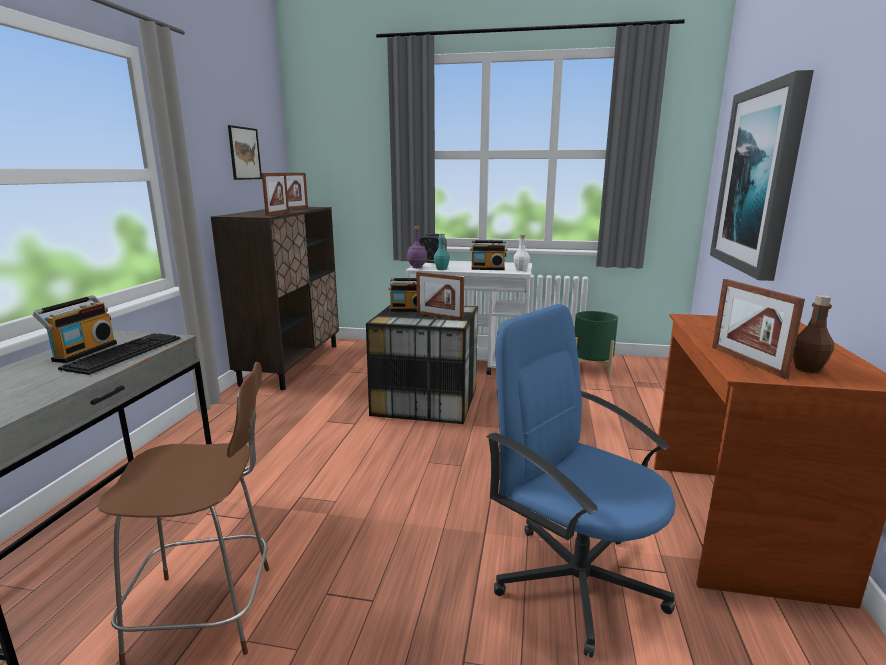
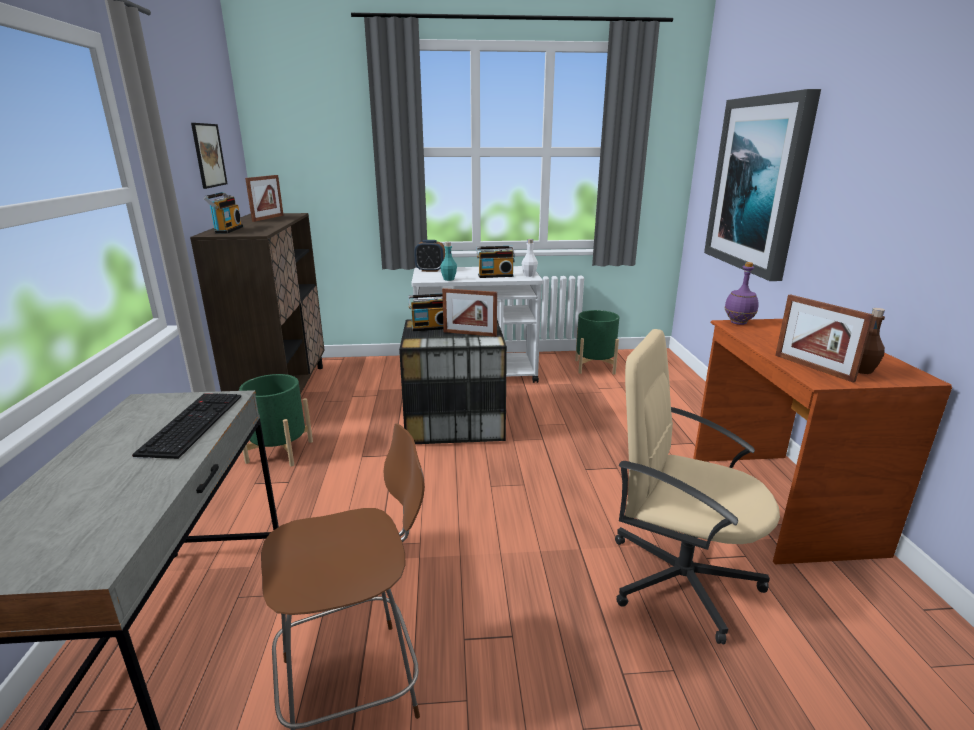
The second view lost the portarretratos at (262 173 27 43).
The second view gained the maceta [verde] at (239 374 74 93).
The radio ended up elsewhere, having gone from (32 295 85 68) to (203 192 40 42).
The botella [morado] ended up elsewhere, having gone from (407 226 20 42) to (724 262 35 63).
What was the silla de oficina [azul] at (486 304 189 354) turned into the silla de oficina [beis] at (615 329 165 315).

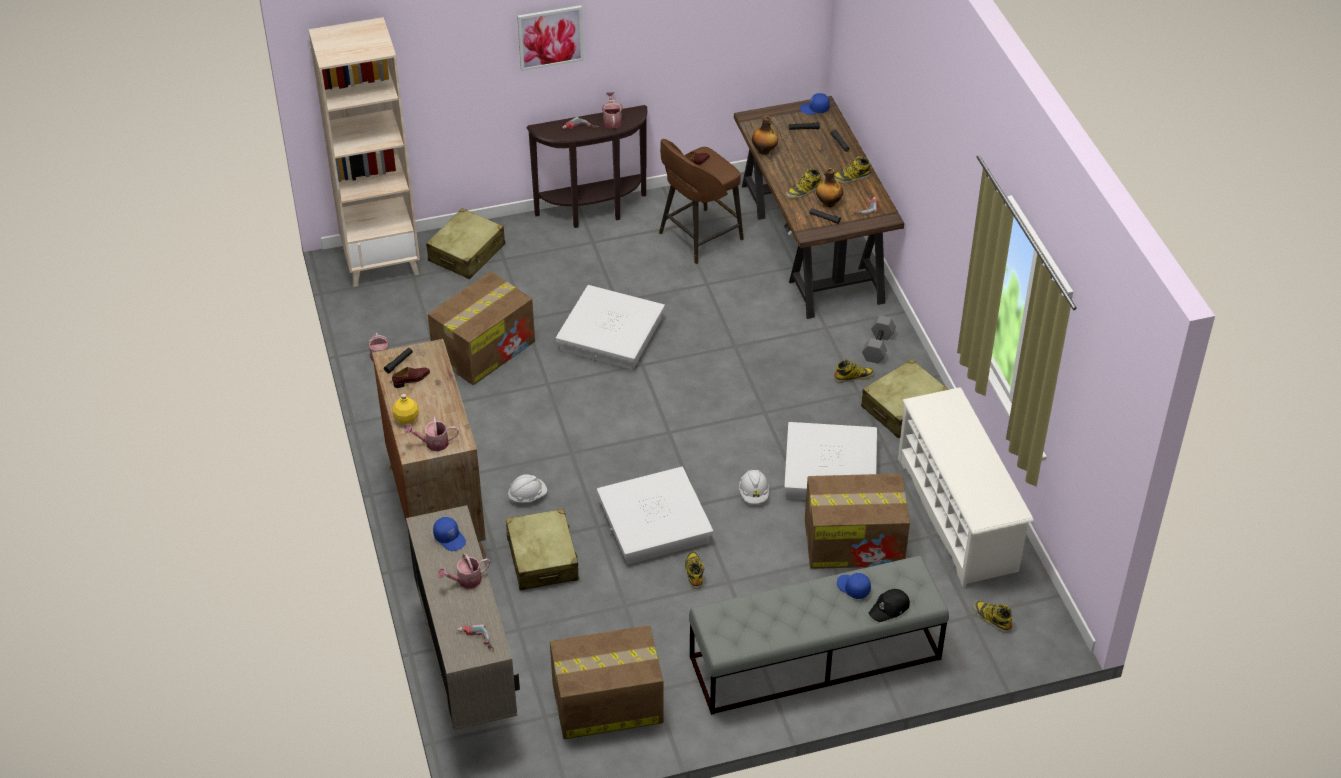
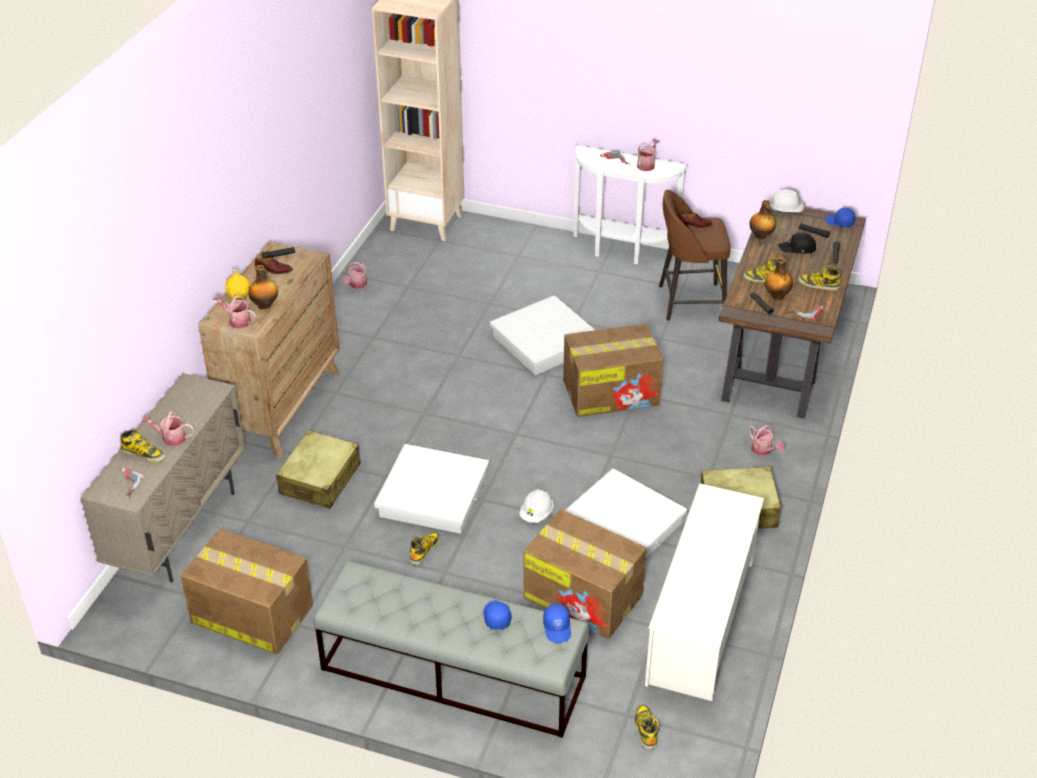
The second view lost the maleta [beis] at (426 208 79 71).
The second view lost the cuadro at (517 5 67 66).
The second view gained the botella at (248 265 30 45).
The caja de cartón ended up elsewhere, having gone from (428 271 107 114) to (563 324 101 93).
The gorra [azul] ended up elsewhere, having gone from (433 517 33 34) to (543 604 28 39).
The casco [blanco] ended up elsewhere, having gone from (508 474 39 29) to (769 189 35 23).
The bota ended up elsewhere, having gone from (834 359 41 24) to (120 429 45 33).
The gorra [negro] ended up elsewhere, having gone from (869 589 41 33) to (778 233 38 20).
Where the mancuerna [gris] stood at (862 315 34 49), the regadera came to stand at (749 425 35 30).
What was the mesa consola [marrón] at (526 105 121 123) turned into the mesa consola [blanco] at (573 145 115 119).

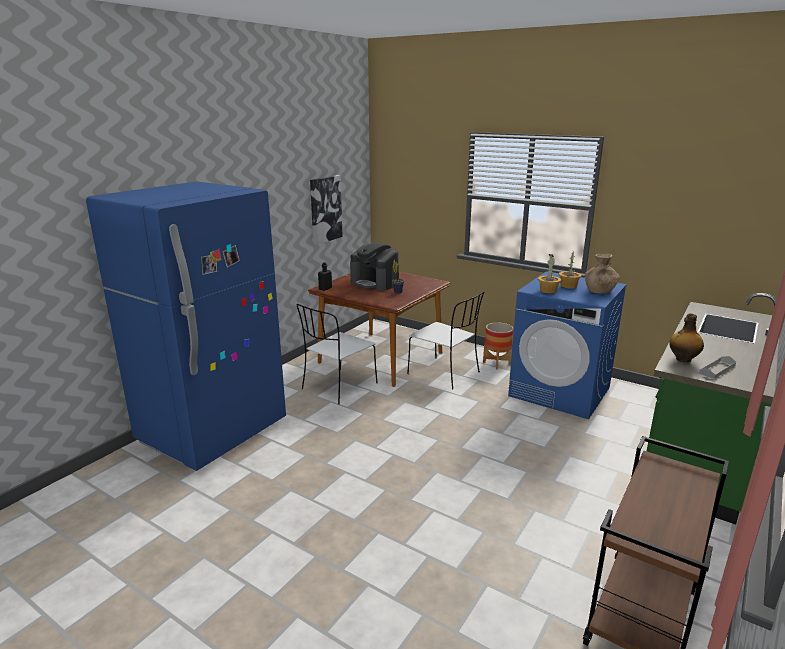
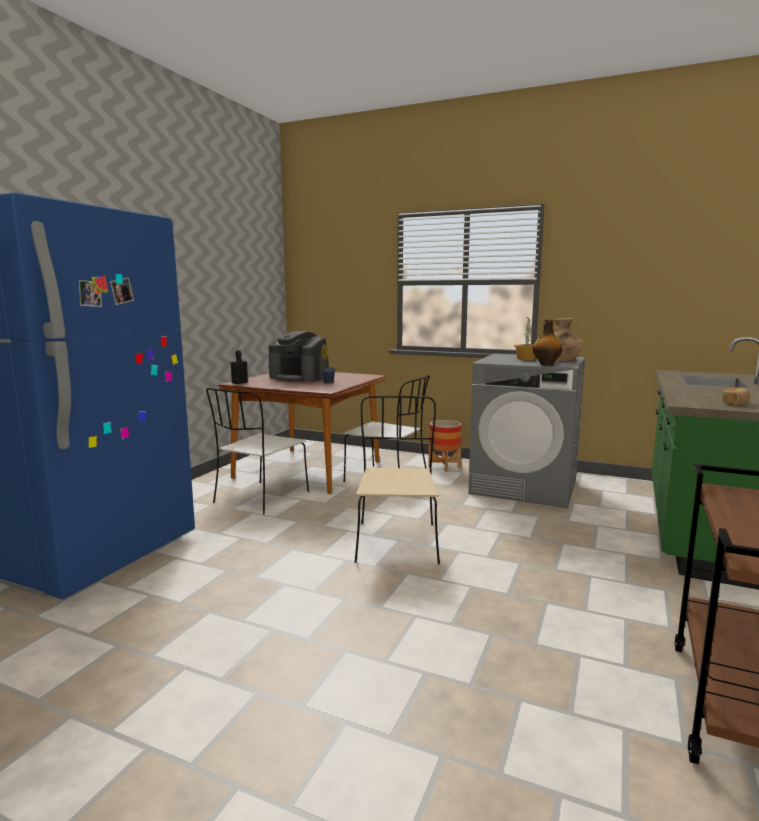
The second view lost the cuadro at (310 175 33 70).
The second view lost the planta en maceta at (538 254 23 39).
The second view gained the silla [beis] at (355 396 85 168).
The botella ended up elsewhere, having gone from (669 313 35 49) to (533 319 30 47).
Where the bandeja [gris] stood at (699 356 37 23), the pan came to stand at (722 388 27 18).
What was the lavadora [azul] at (508 271 119 148) turned into the lavadora [gris] at (468 354 117 154).

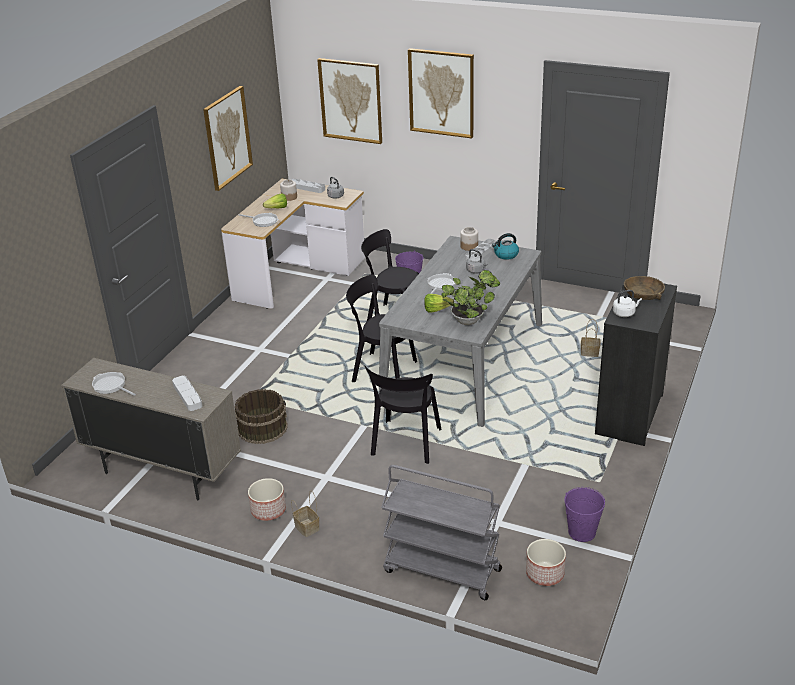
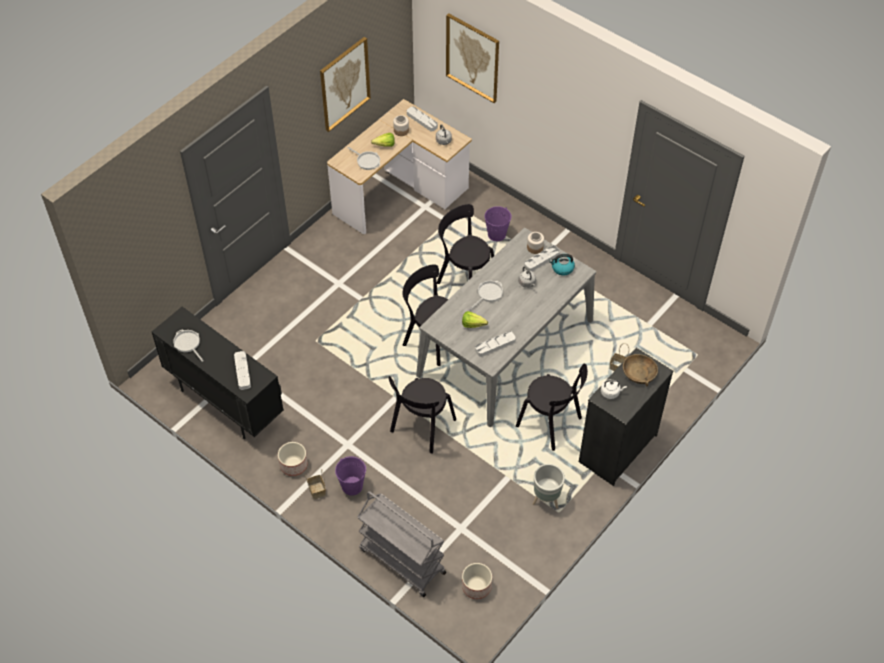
The second view lost the cubo [marrón] at (235 389 53 55).
The second view lost the cuadro at (408 48 66 90).
The second view gained the silla [negro] at (516 364 72 87).
The second view gained the maceta [gris] at (533 464 32 45).
The cubo [morado] ended up elsewhere, having gone from (564 487 41 55) to (335 456 31 40).
Where the planta en maceta stood at (441 270 60 55), the bandeja [gris] came to stand at (475 331 41 26).
What was the armario [beis] at (61 358 180 142) turned into the armario [negro] at (152 307 132 132).

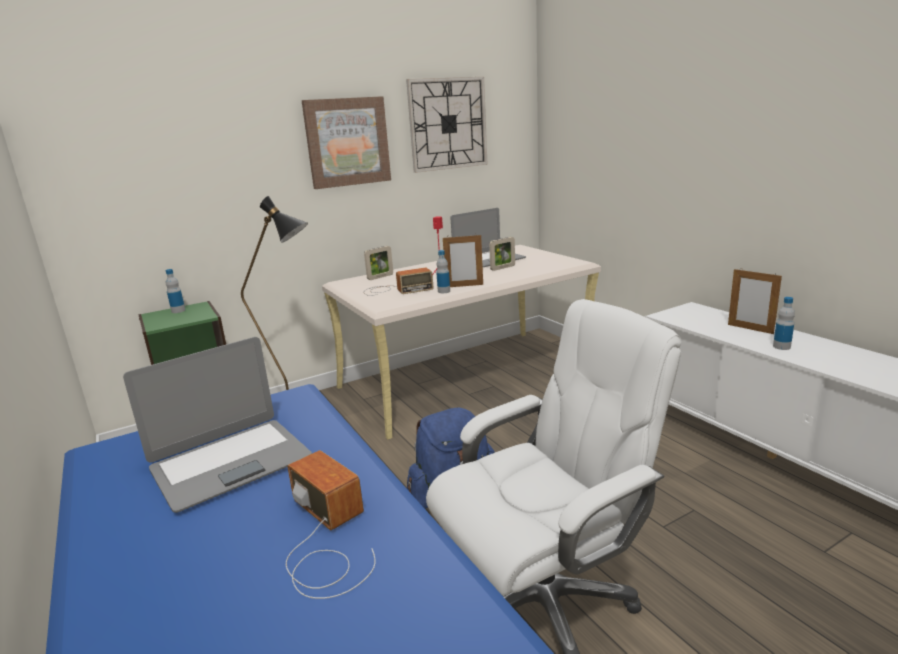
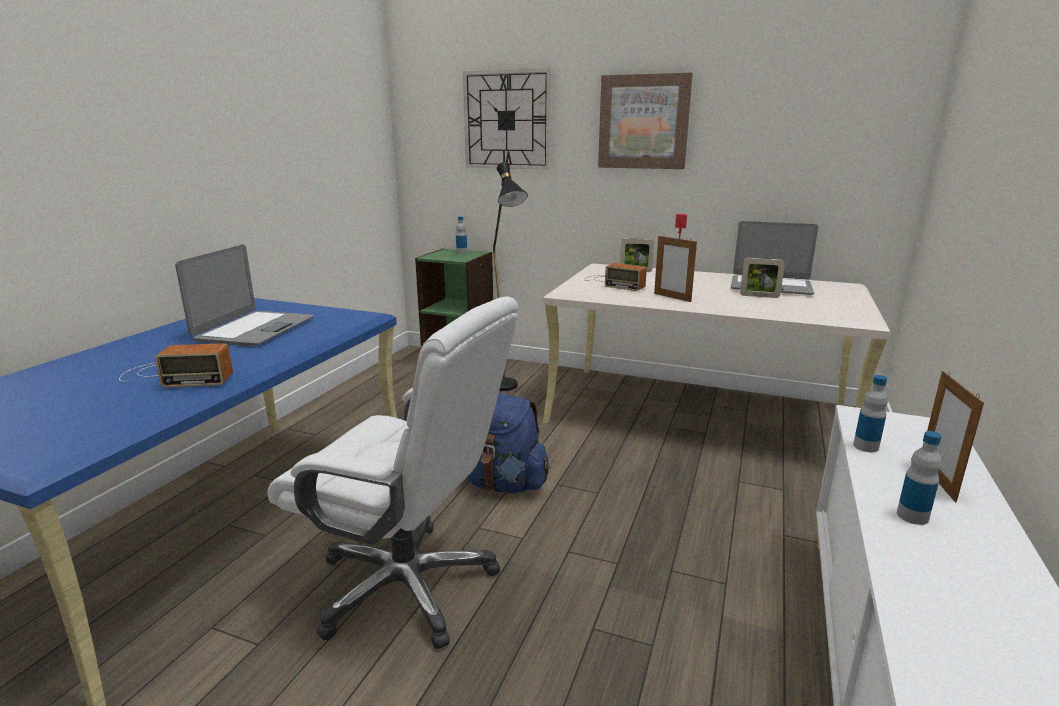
The reloj de pared ended up elsewhere, having gone from (406 77 82 96) to (463 69 88 101).
The botella ended up elsewhere, having gone from (436 250 14 43) to (853 375 35 77).
The portátil at (123 337 189 176) ended up facing another way, 90 degrees counterclockwise from before.
The radio at (286 450 90 149) ended up facing another way, 75 degrees clockwise from before.

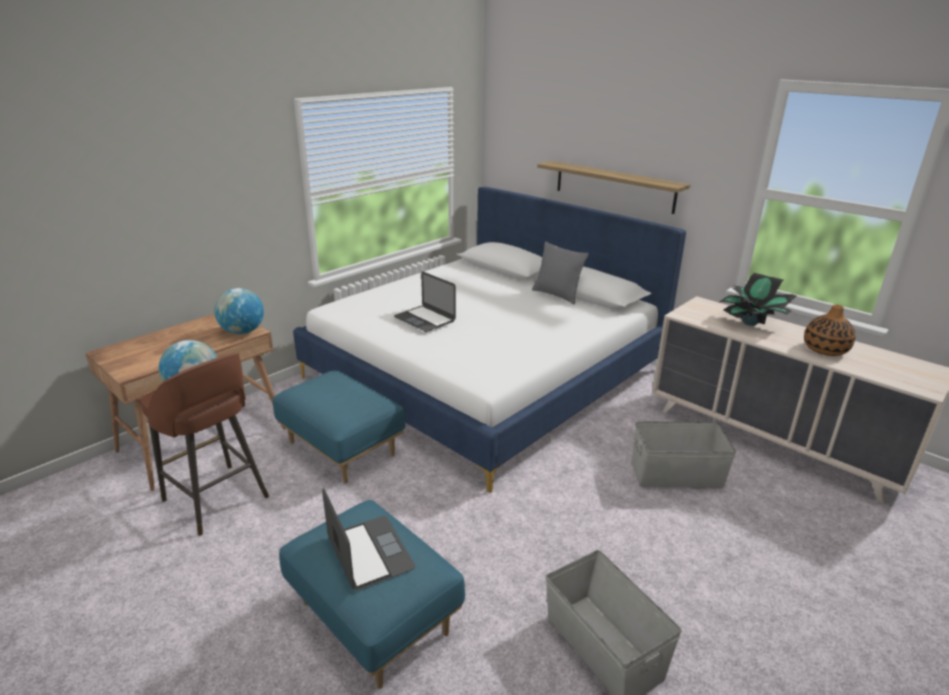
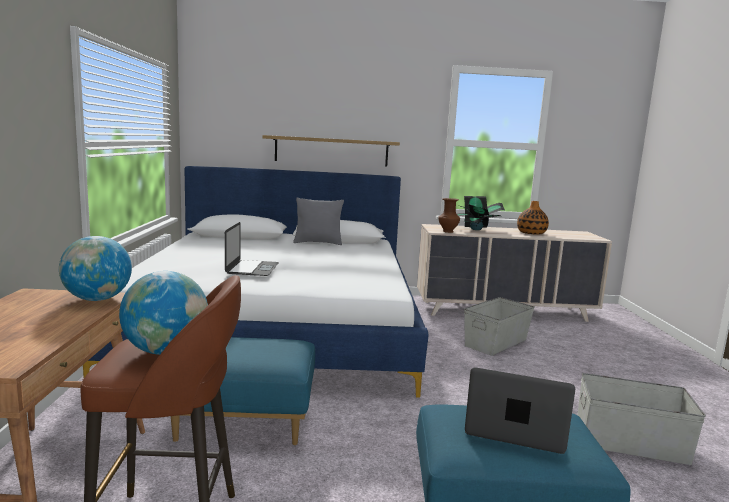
The second view gained the florero [marrón] at (438 198 22 35).
The portátil at (394 271 62 61) ended up facing another way, 90 degrees counterclockwise from before.

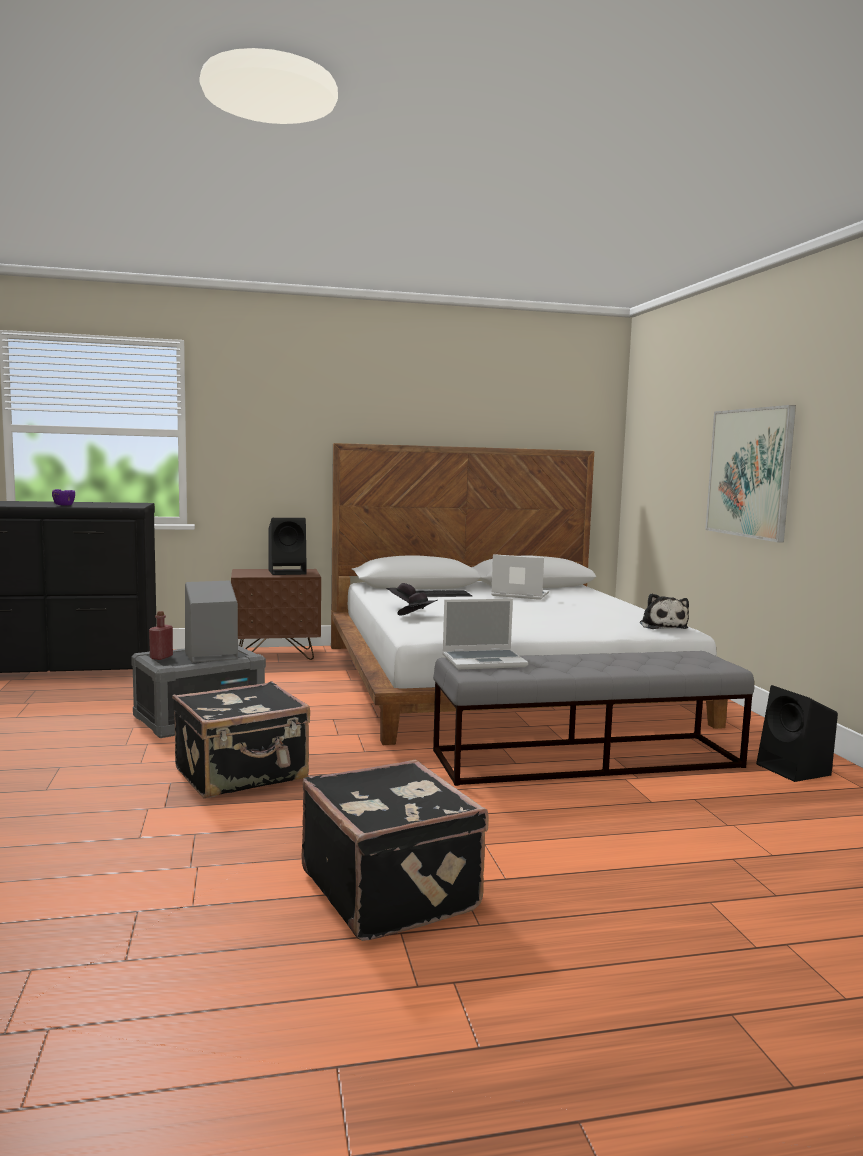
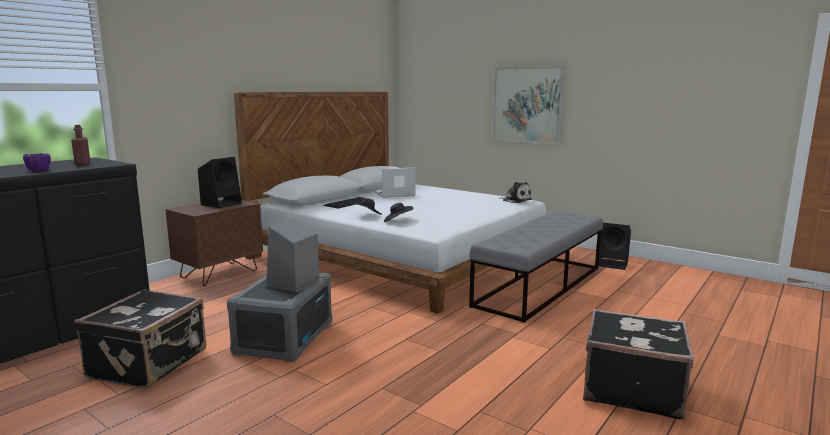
The second view lost the portátil at (442 599 86 70).
The botella [rojo] ended up elsewhere, having gone from (149 611 24 49) to (71 125 19 40).
The maleta [negro] ended up elsewhere, having gone from (172 681 138 117) to (75 289 131 100).

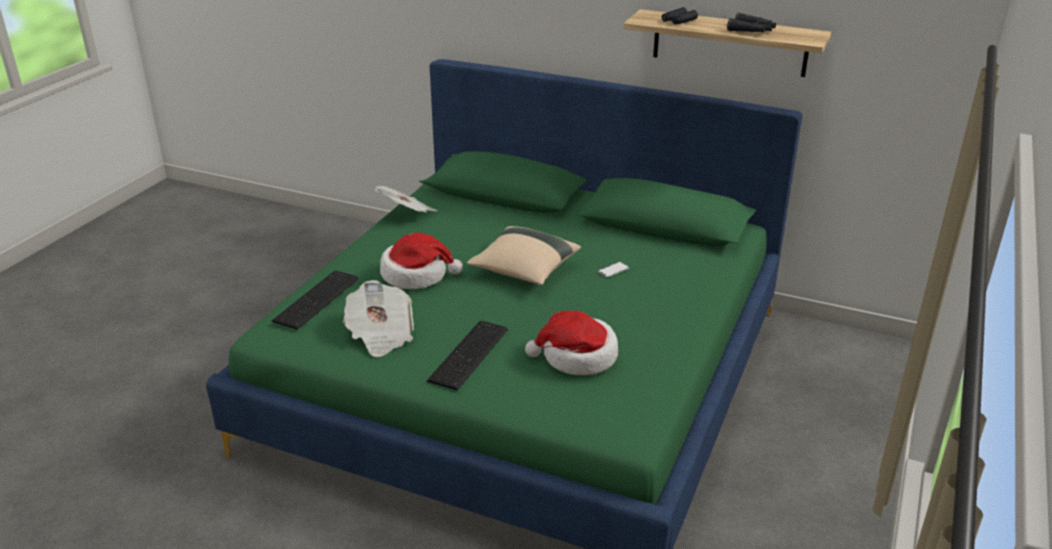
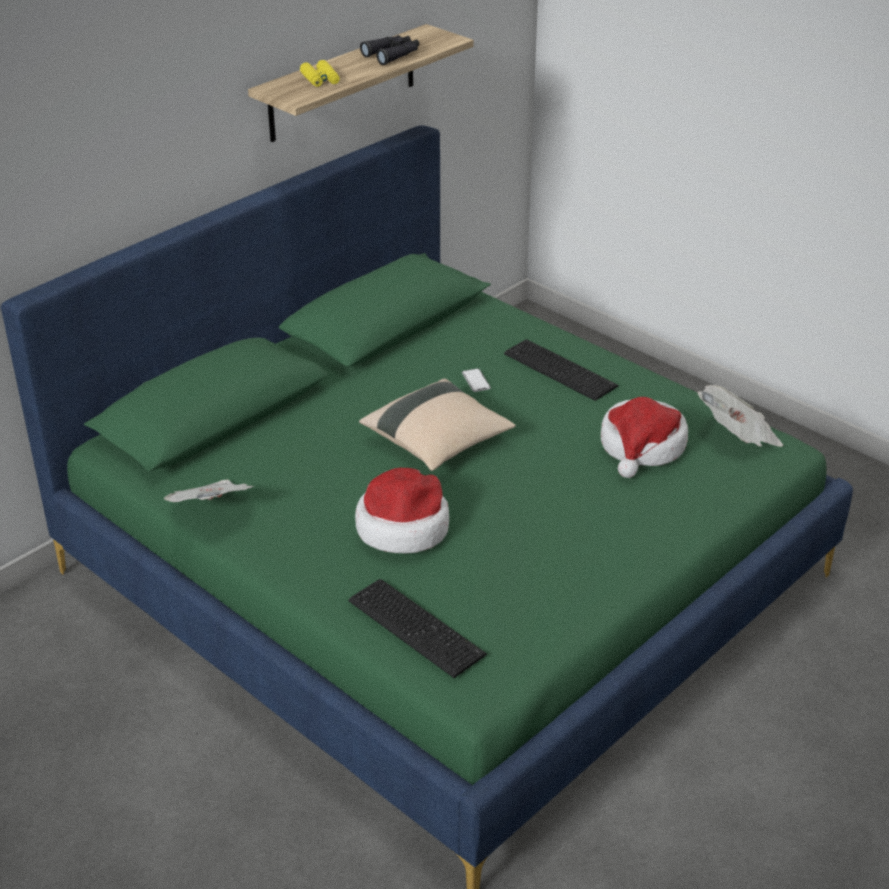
The periódico ended up elsewhere, having gone from (343 280 71 77) to (697 385 86 62).
The teclado ended up elsewhere, having gone from (427 321 81 69) to (504 339 115 62).
What was the prismáticos [negro] at (662 7 36 18) turned into the prismáticos [amarillo] at (300 60 40 27).

